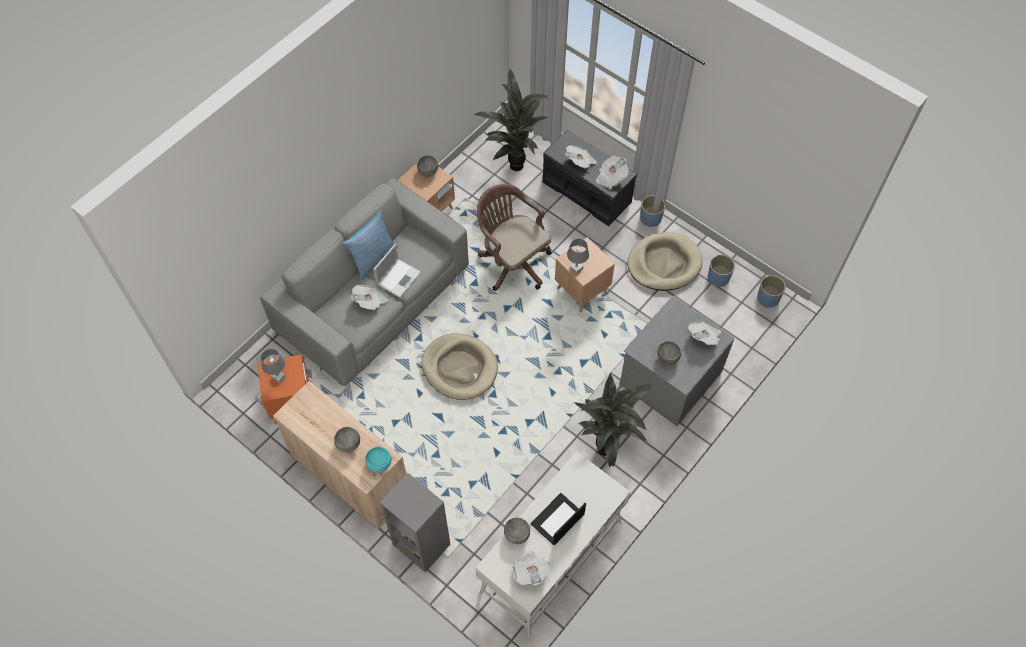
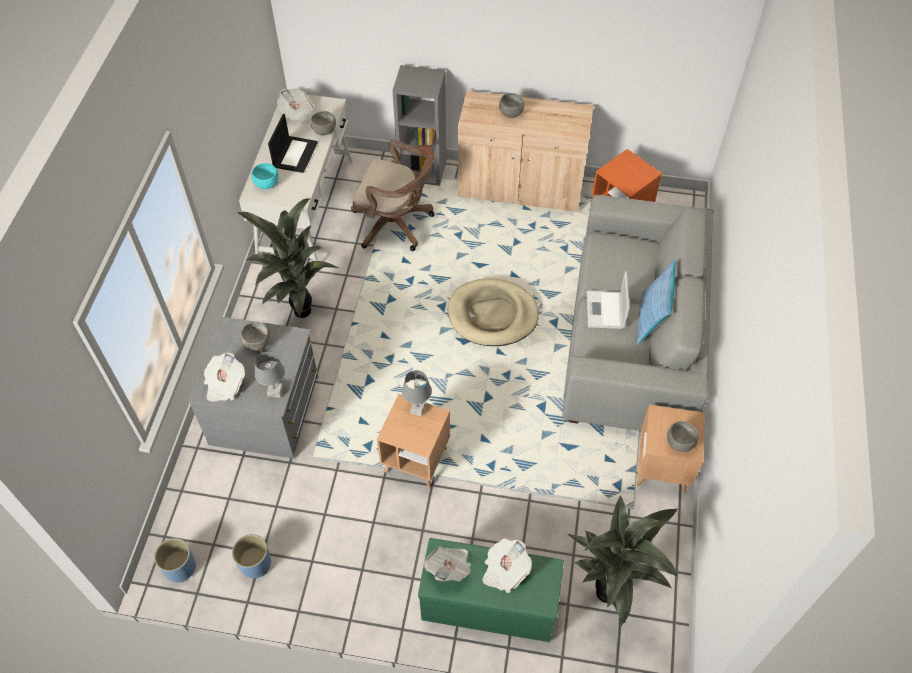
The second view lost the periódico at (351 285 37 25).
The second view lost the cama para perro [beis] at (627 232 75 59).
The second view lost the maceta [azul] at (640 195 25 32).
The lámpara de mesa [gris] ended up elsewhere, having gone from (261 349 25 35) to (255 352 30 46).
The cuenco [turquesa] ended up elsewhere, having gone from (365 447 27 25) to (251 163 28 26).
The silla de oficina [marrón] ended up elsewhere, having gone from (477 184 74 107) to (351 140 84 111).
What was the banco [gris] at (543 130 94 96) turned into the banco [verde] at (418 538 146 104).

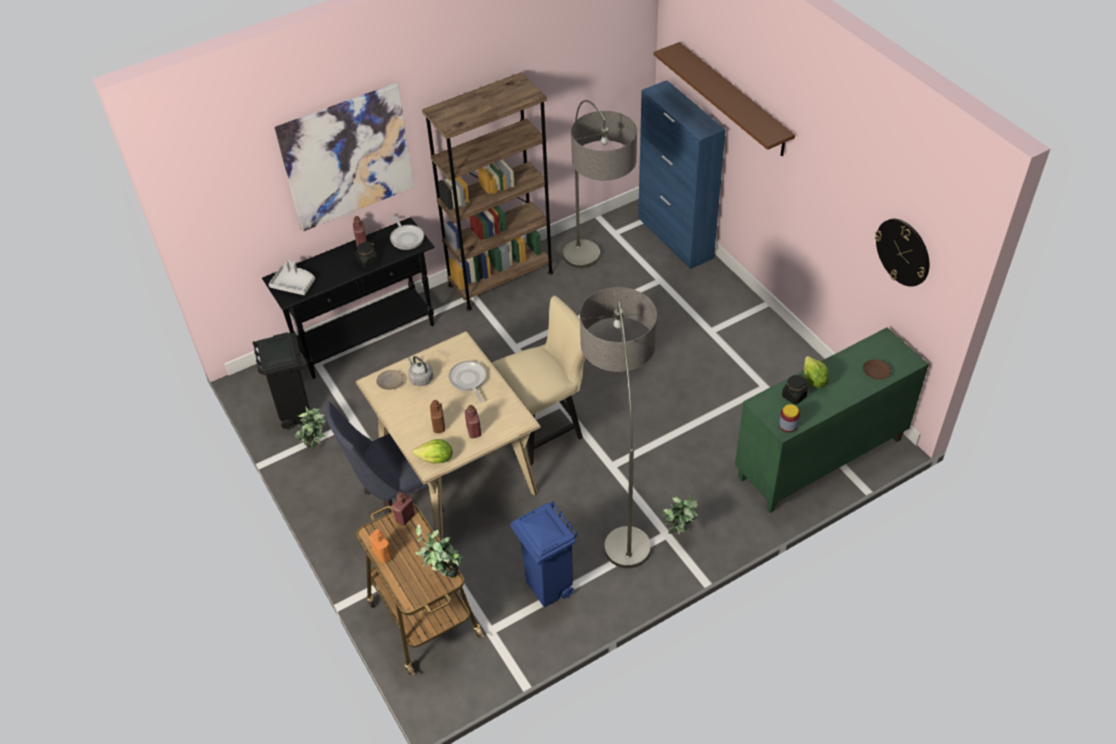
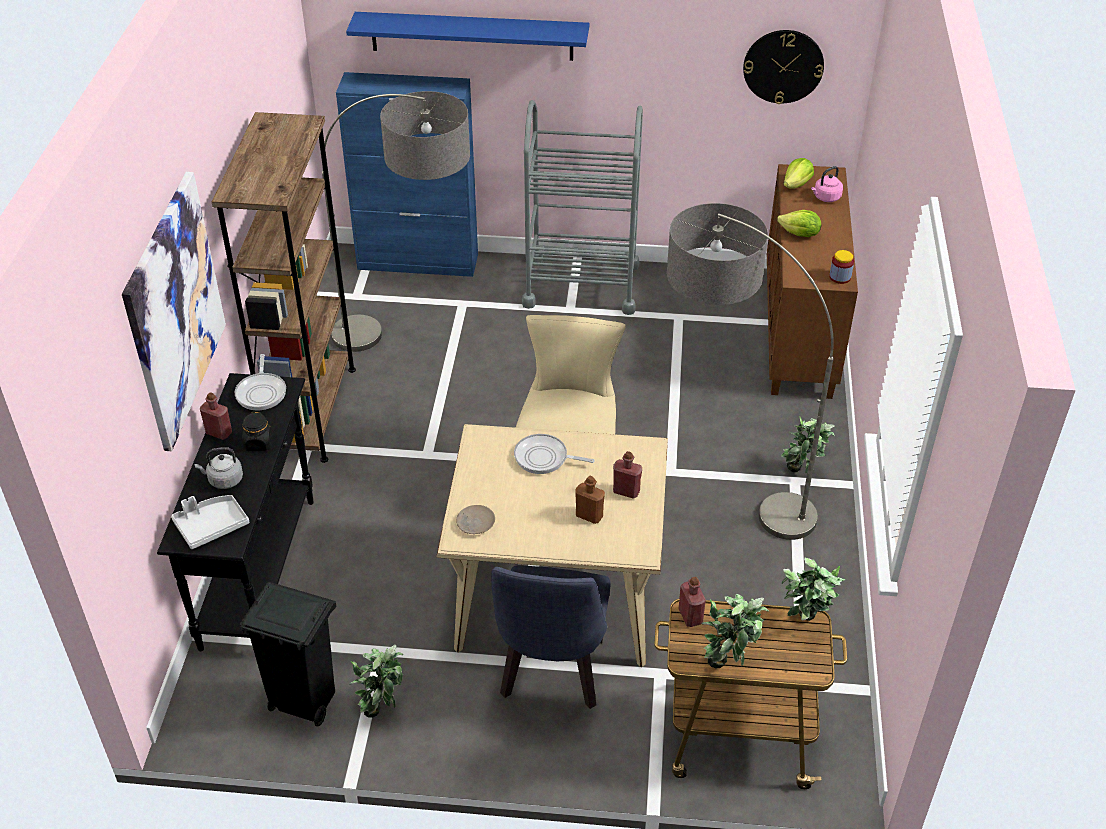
The second view lost the papelera [azul] at (510 501 68 106).
The second view lost the tarro [negro] at (782 375 26 29).
The second view gained the carrito [gris] at (522 100 121 215).
The hervidor [gris] ended up elsewhere, having gone from (408 356 25 30) to (195 447 48 42).
The lechuga ended up elsewhere, having gone from (412 439 41 24) to (784 158 30 31).
Where the botella [naranja] stood at (369 529 23 34), the planta en maceta came to stand at (701 594 68 75).
Where the plato [marrón] stood at (863 359 28 21), the hervidor [rosa] came to stand at (811 166 32 36).
What was the estante [marrón] at (654 42 141 115) turned into the estante [azul] at (346 12 243 49).
What was the armario [verde] at (735 327 194 186) turned into the armario [marrón] at (767 164 91 235).
The sartén at (390 215 34 35) ended up facing another way, 75 degrees clockwise from before.

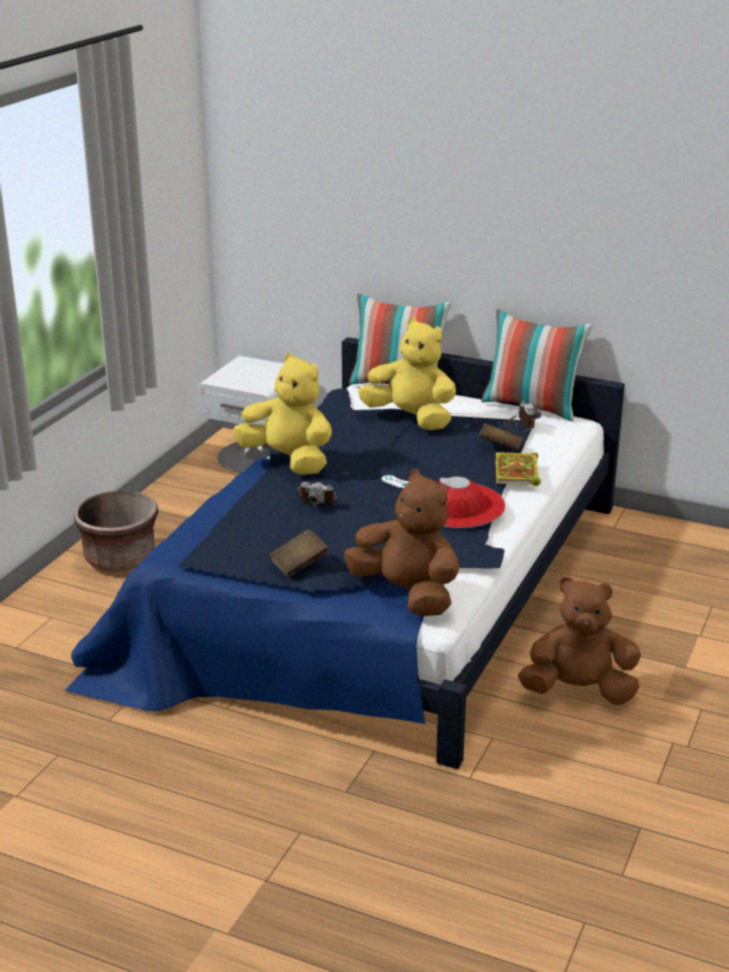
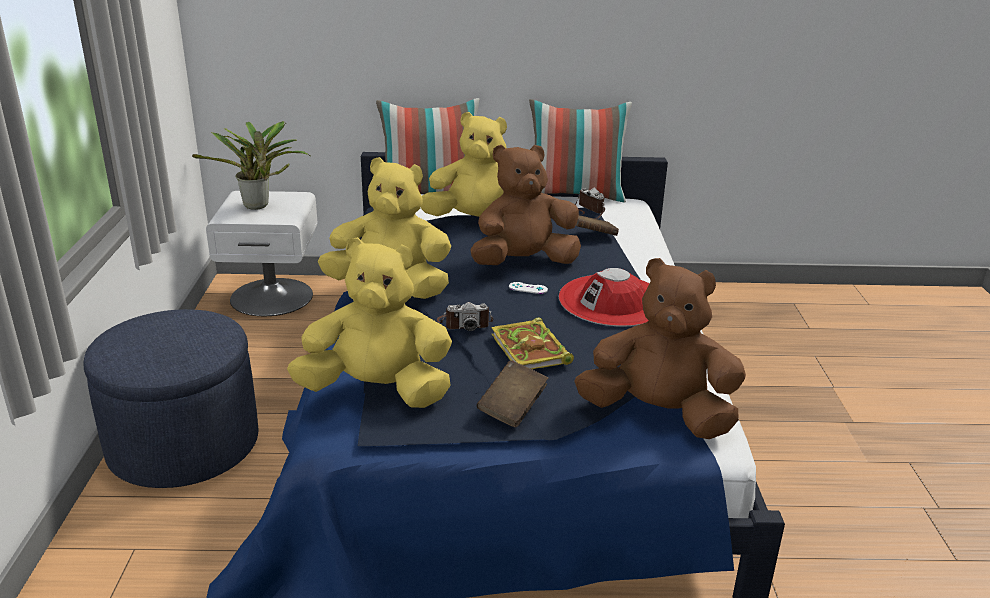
The second view gained the planta en maceta at (192 121 118 89).
The second view gained the peluche [amarillo] at (287 237 165 171).
The libro ended up elsewhere, having gone from (496 452 45 34) to (492 318 82 51).
The peluche [marrón] ended up elsewhere, having gone from (518 577 123 128) to (471 145 110 120).
Where the maceta [marrón] stood at (74 491 84 81), the puf [azul] came to stand at (83 309 175 179).

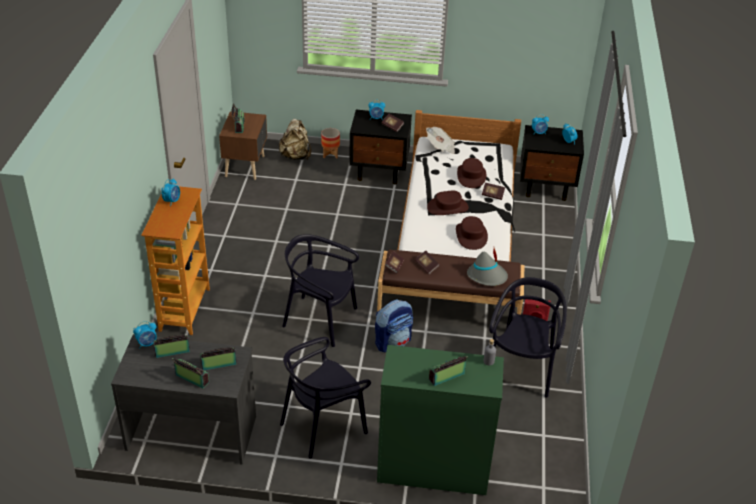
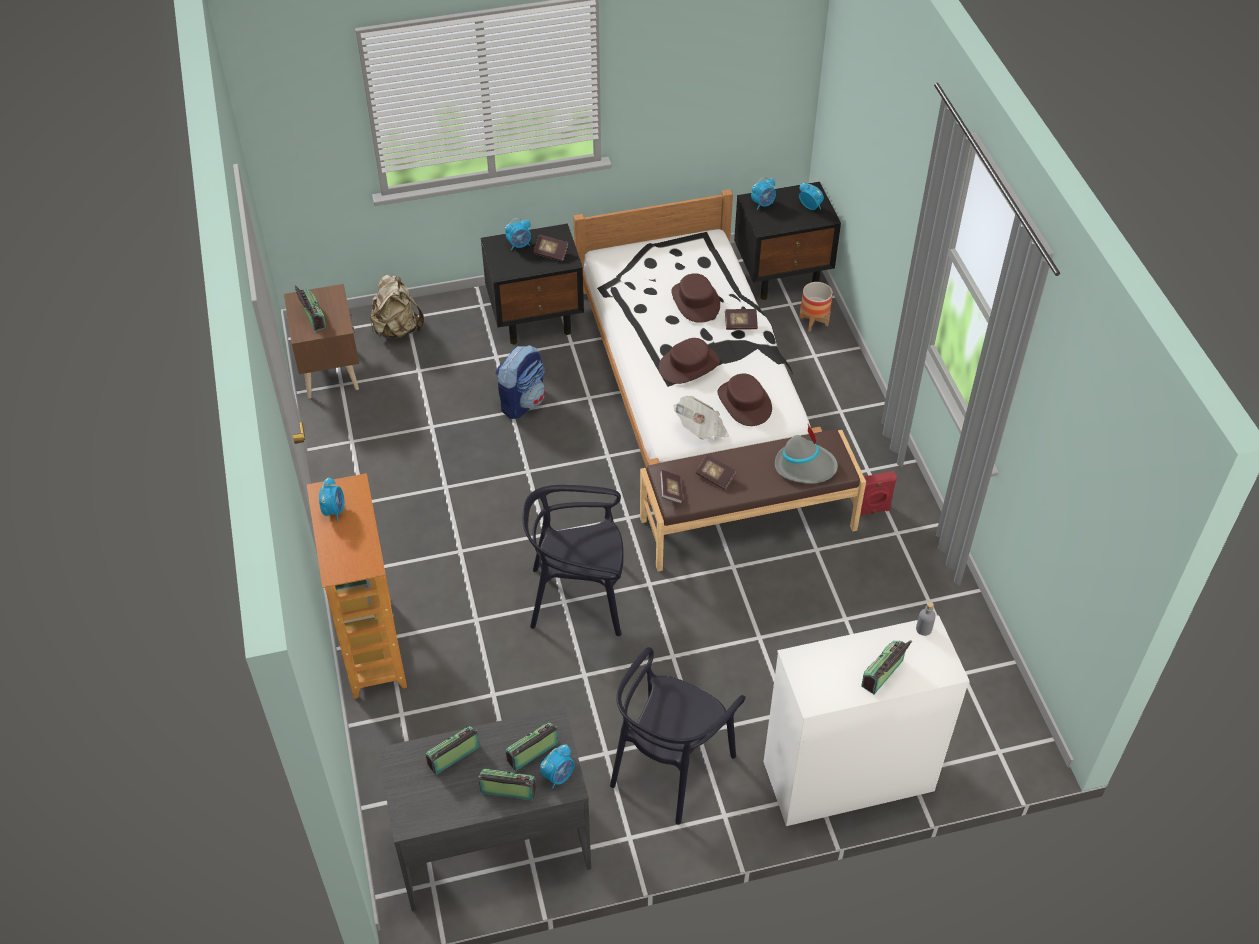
The second view lost the silla [negro] at (489 277 78 121).
The despertador ended up elsewhere, having gone from (133 321 24 28) to (540 744 34 45).
The maceta ended up elsewhere, having gone from (321 128 19 30) to (799 282 34 50).
The mochila ended up elsewhere, having gone from (375 299 38 53) to (496 345 49 74).
The periódico ended up elsewhere, having gone from (426 127 29 27) to (673 396 56 44).
What was the cómoda [verde] at (377 345 127 150) turned into the cómoda [blanco] at (764 615 206 211).

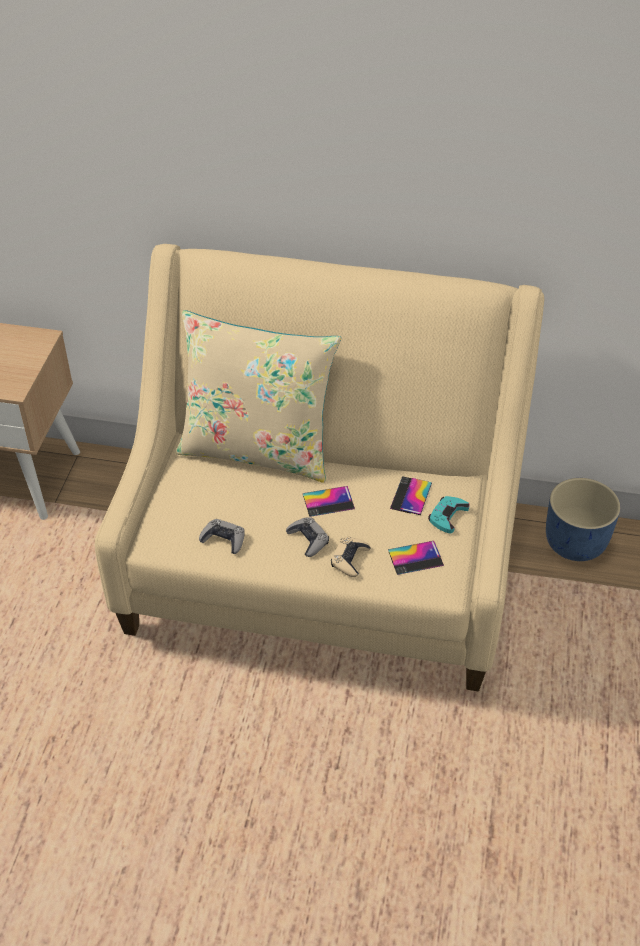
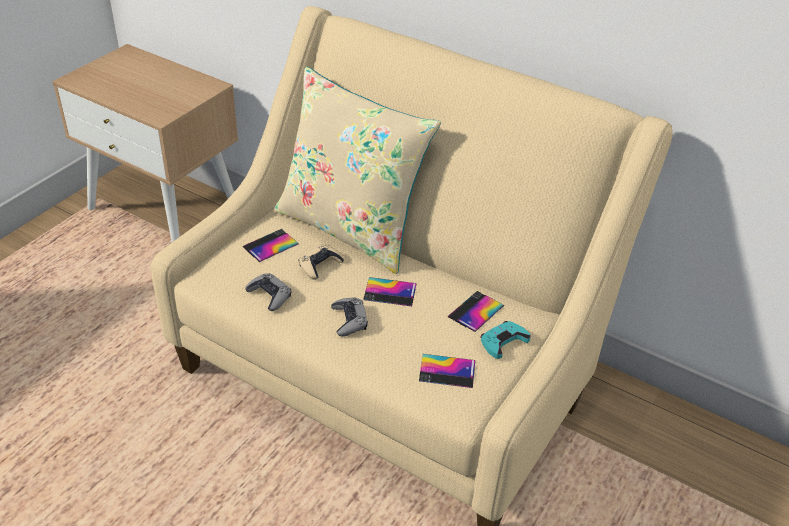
The second view lost the maceta [azul] at (546 478 74 83).
The second view gained the móvil at (243 229 56 33).
The mando de consola [beis] ended up elsewhere, having gone from (331 537 40 40) to (299 244 45 36).

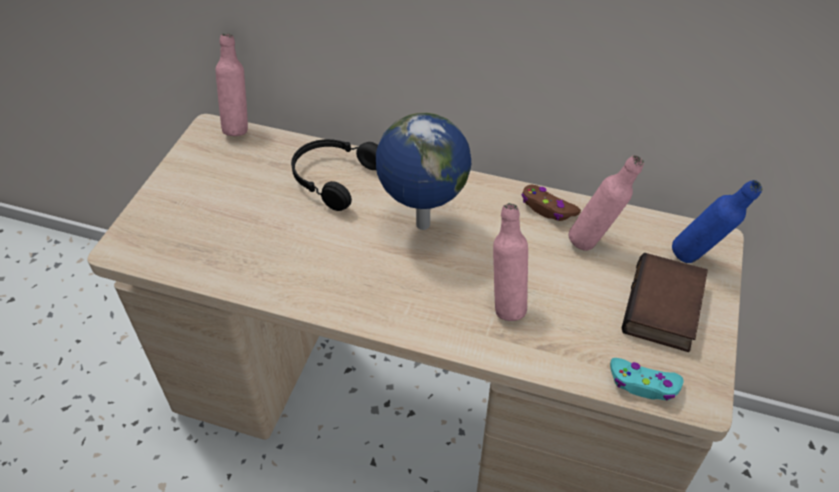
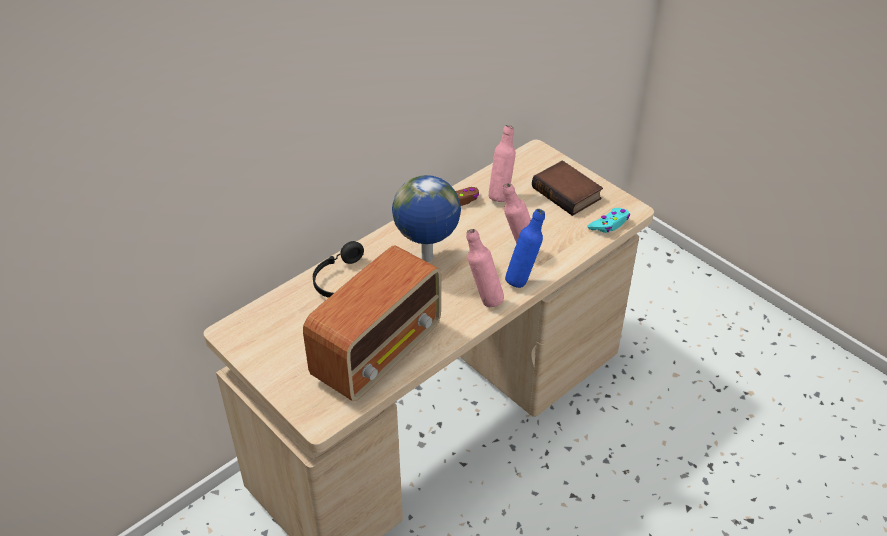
The second view gained the radio at (303 245 138 156).
The botella [rosa] ended up elsewhere, having gone from (216 33 32 103) to (466 229 38 78).
The botella [azul] ended up elsewhere, having gone from (672 180 91 83) to (505 209 40 79).

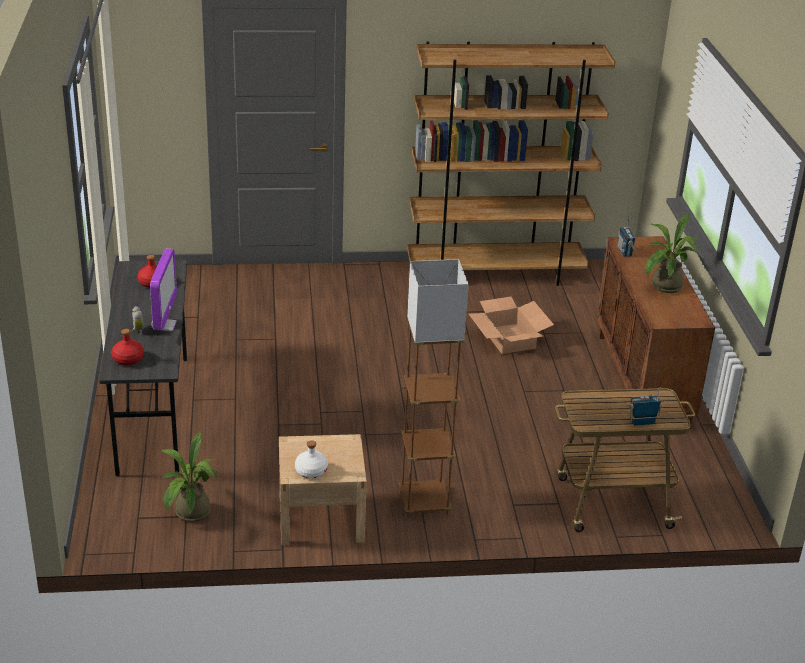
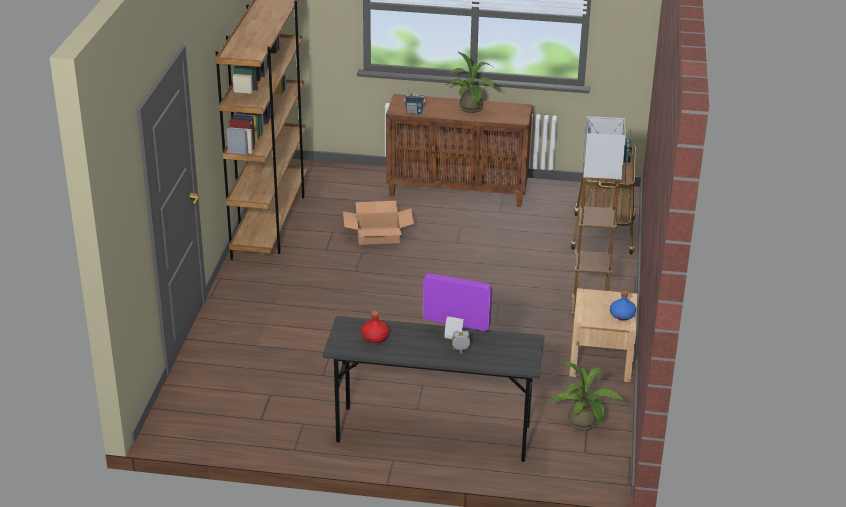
The second view lost the botella [rojo] at (111 329 33 36).
What was the botella [blanco] at (295 441 33 37) turned into the botella [azul] at (610 290 26 30).

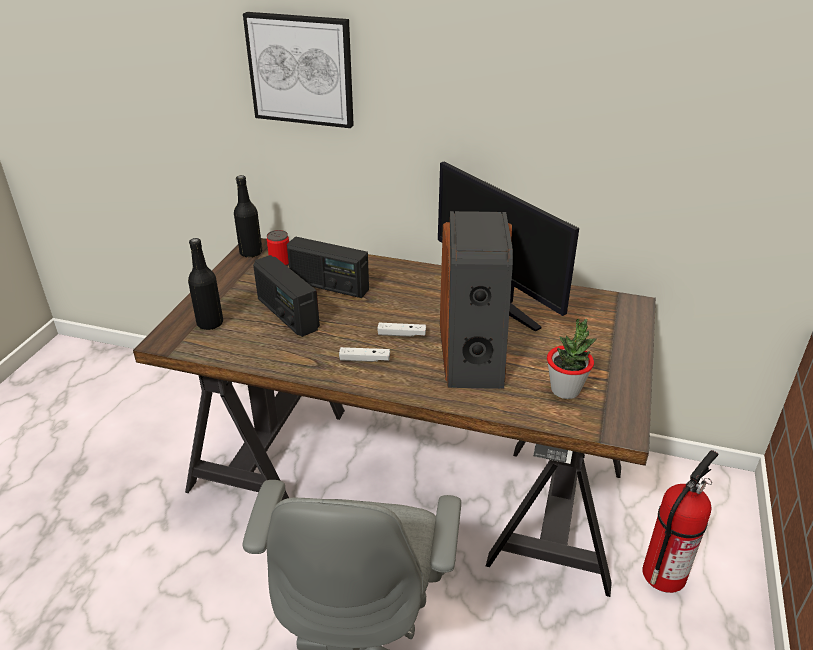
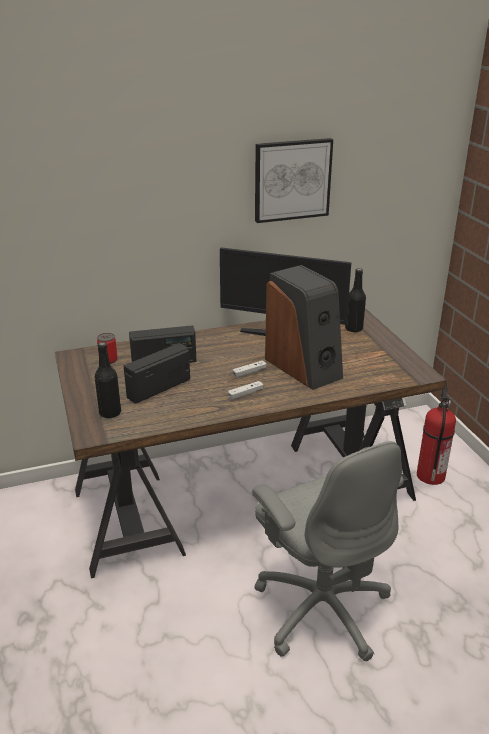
The second view lost the planta en maceta at (547 319 50 80).
The botella [negro] ended up elsewhere, having gone from (234 175 28 82) to (345 268 21 64).
The cuadro ended up elsewhere, having gone from (243 12 111 116) to (255 138 78 85).
The radio at (253 255 67 82) ended up facing another way, 120 degrees clockwise from before.

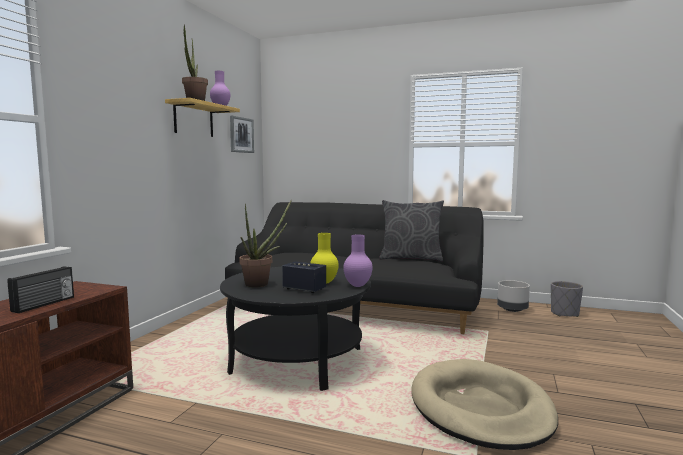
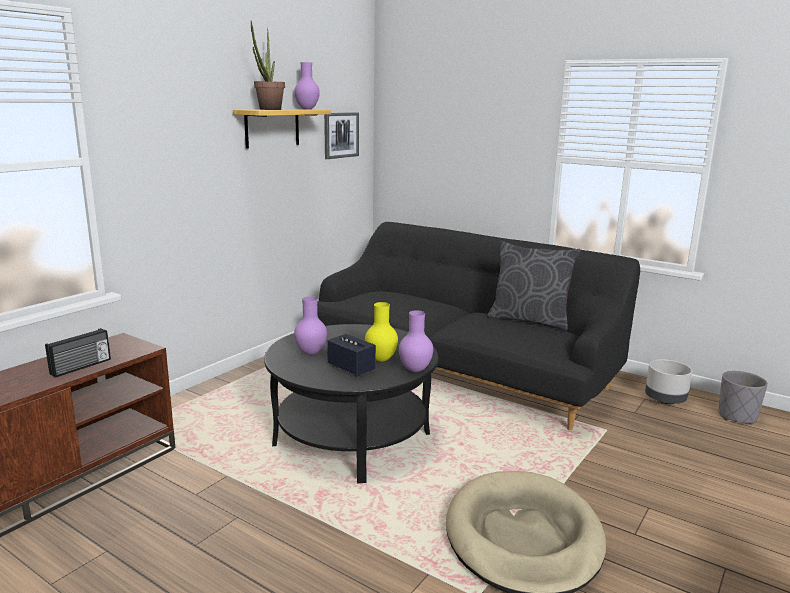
Where the planta en maceta stood at (239 199 53 88), the florero [morado] came to stand at (294 296 33 59).

